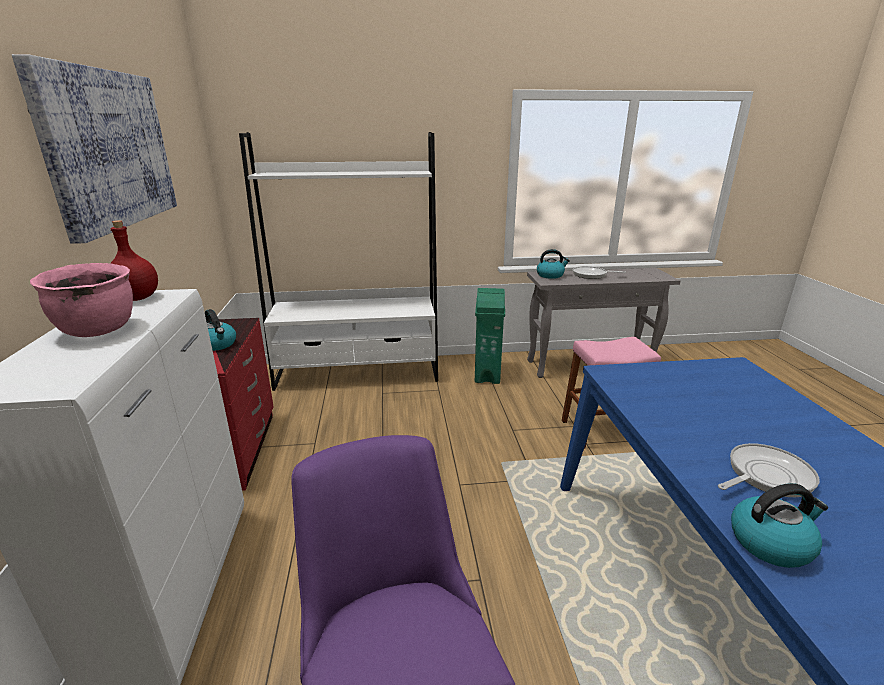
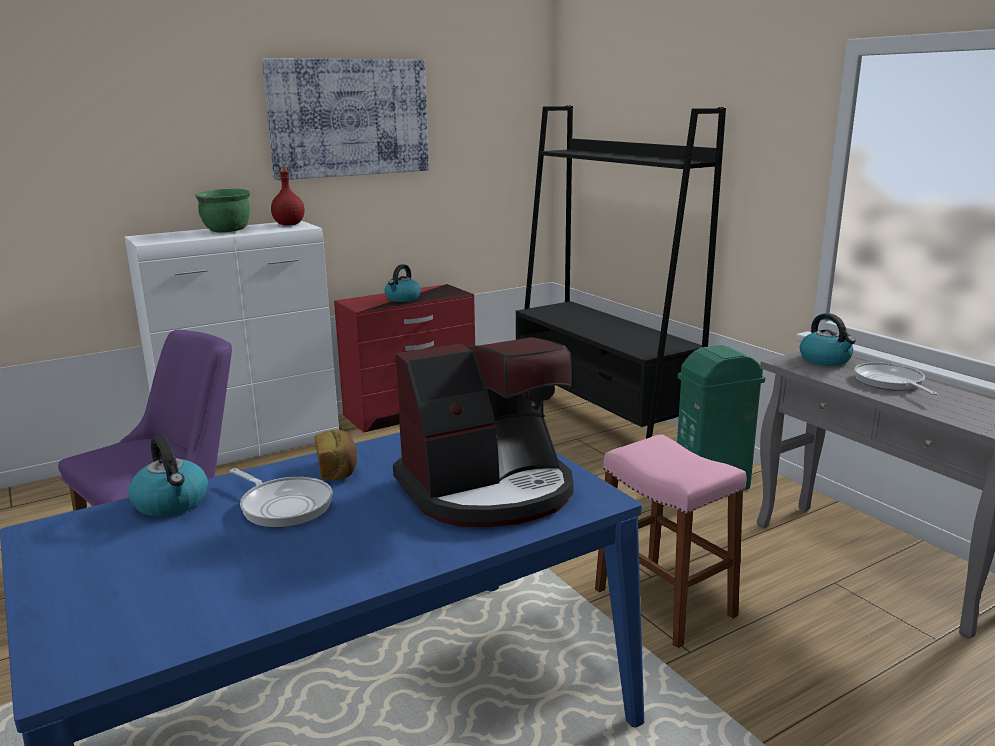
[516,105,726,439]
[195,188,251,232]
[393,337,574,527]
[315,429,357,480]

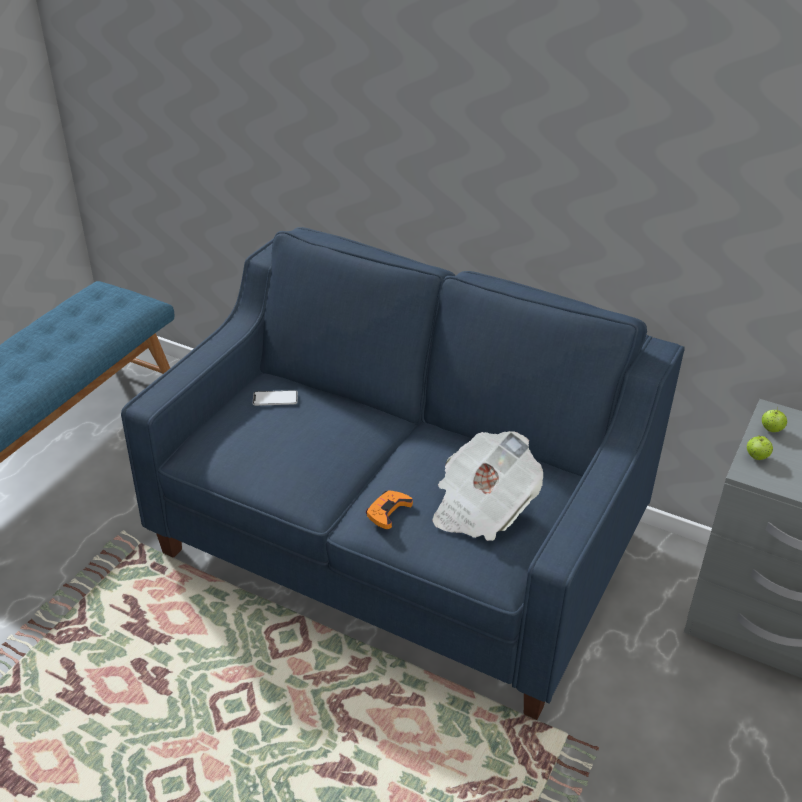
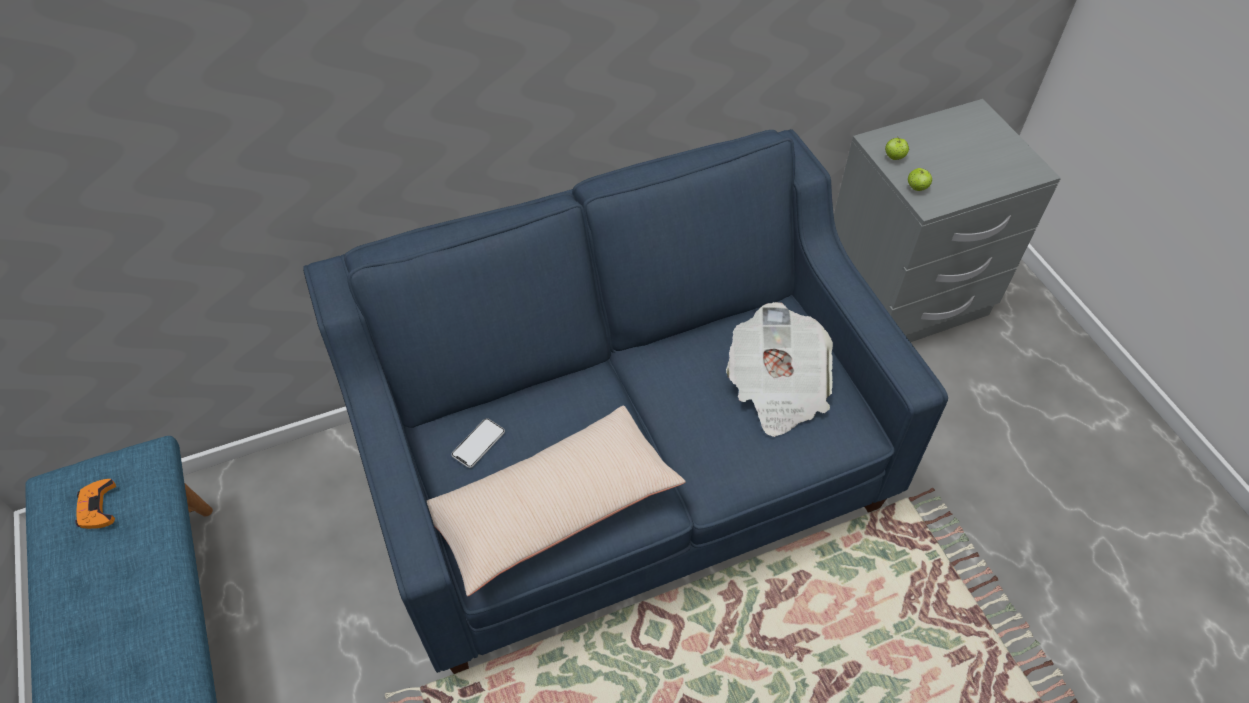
[76,479,116,529]
[427,406,685,596]

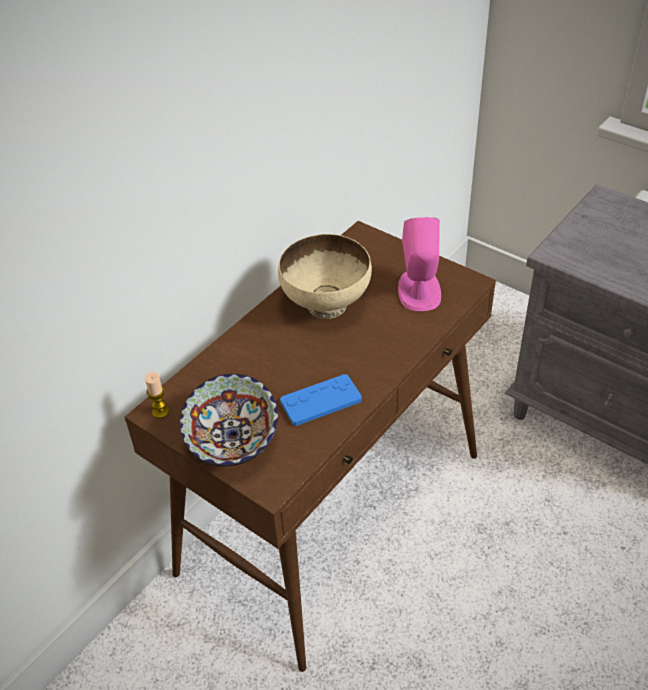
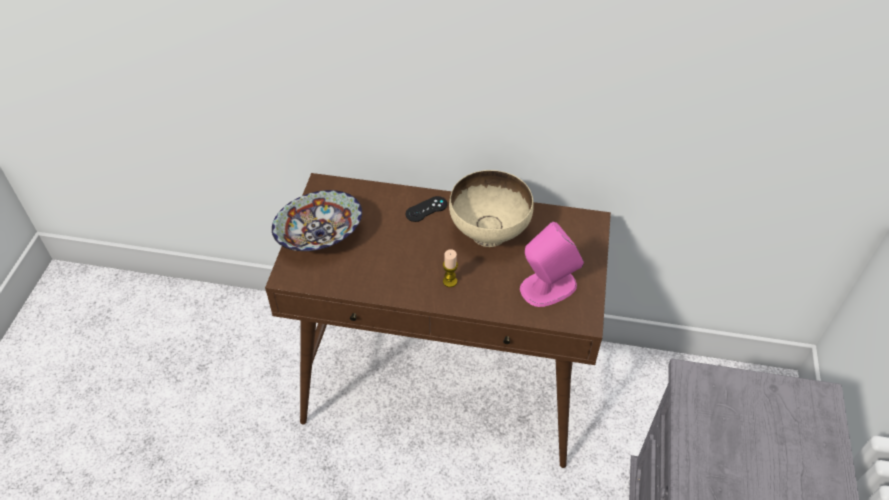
[443,249,458,287]
[280,374,362,426] (first image)
[406,196,447,222]

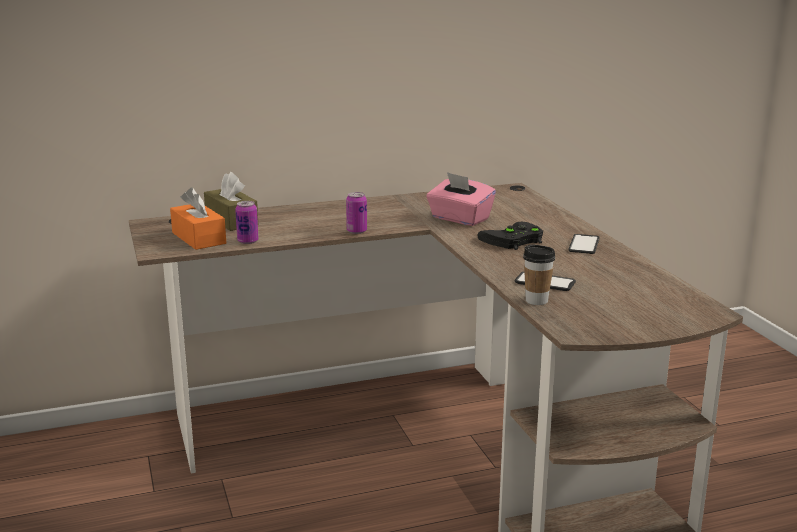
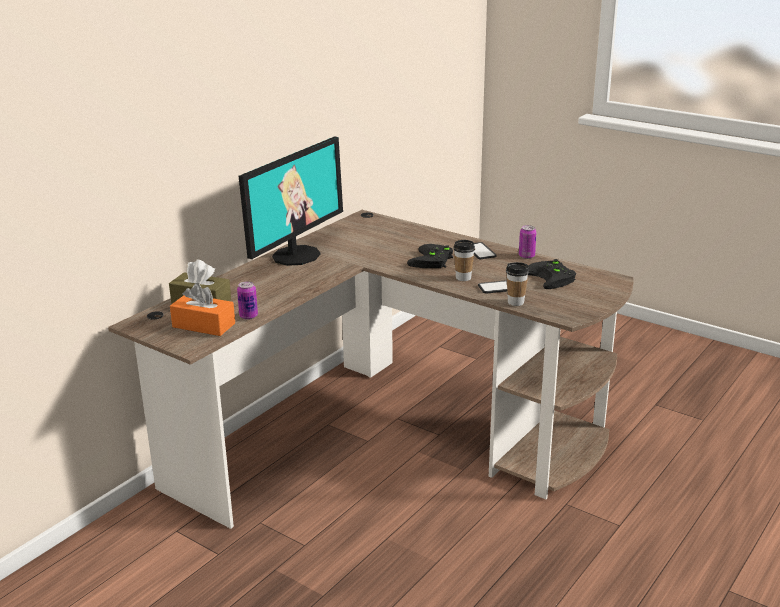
[426,172,496,226] (first image)
[519,225,537,259]
[239,137,343,266]
[453,240,475,281]
[528,259,576,289]

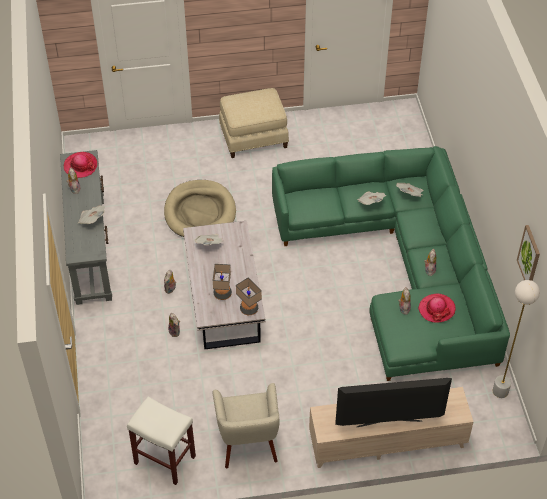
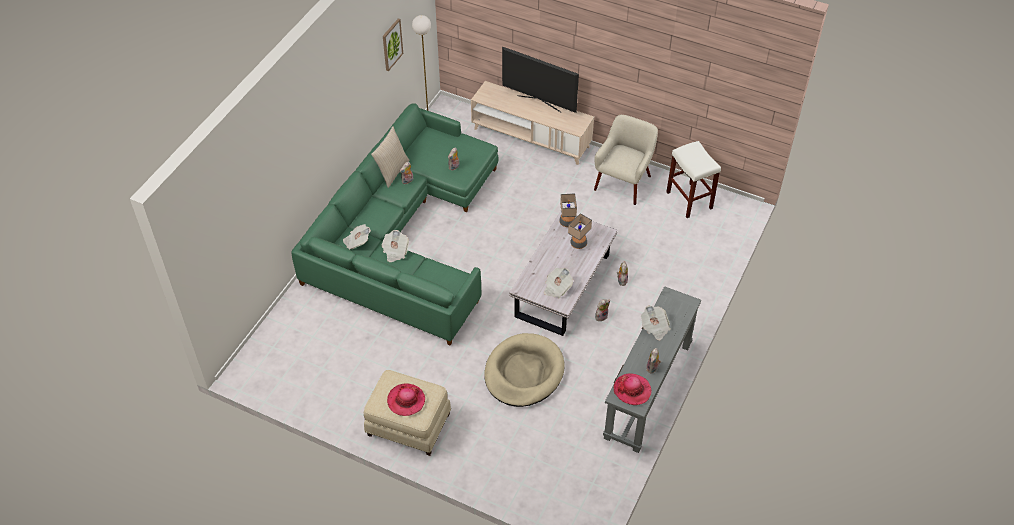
[387,383,425,416]
[371,127,409,188]

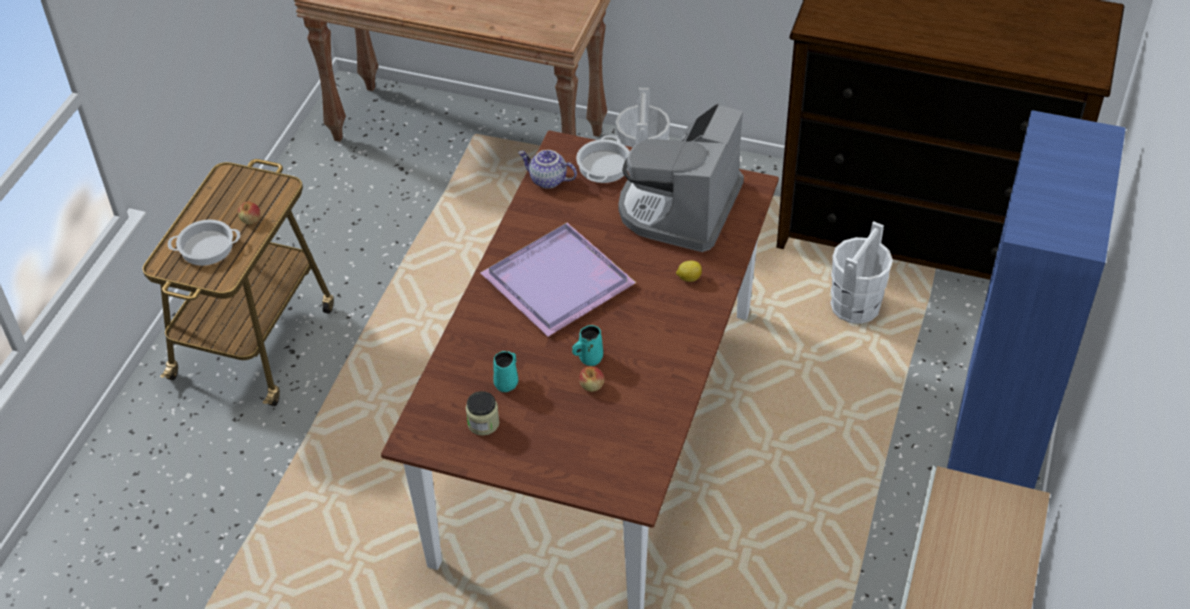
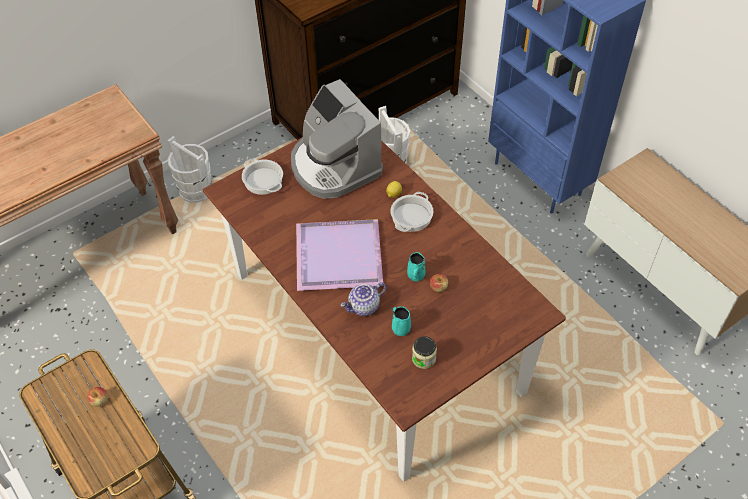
[340,282,386,316]
[390,192,433,232]

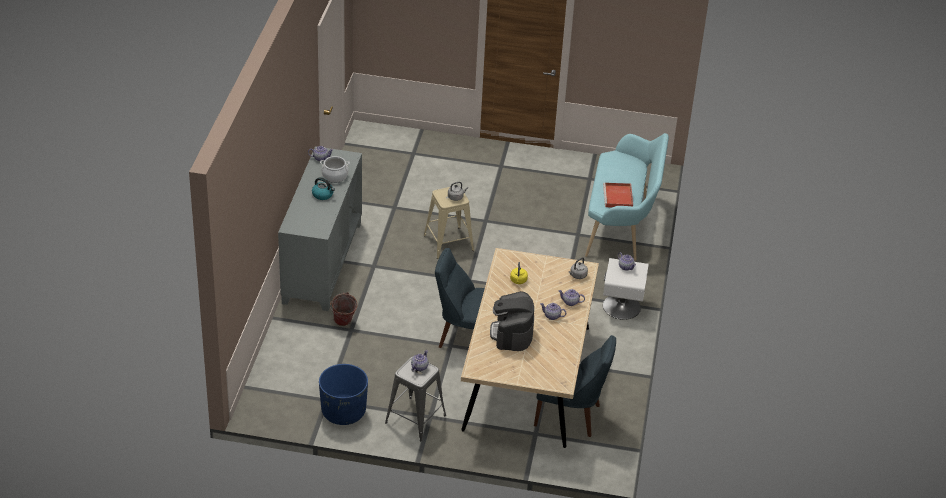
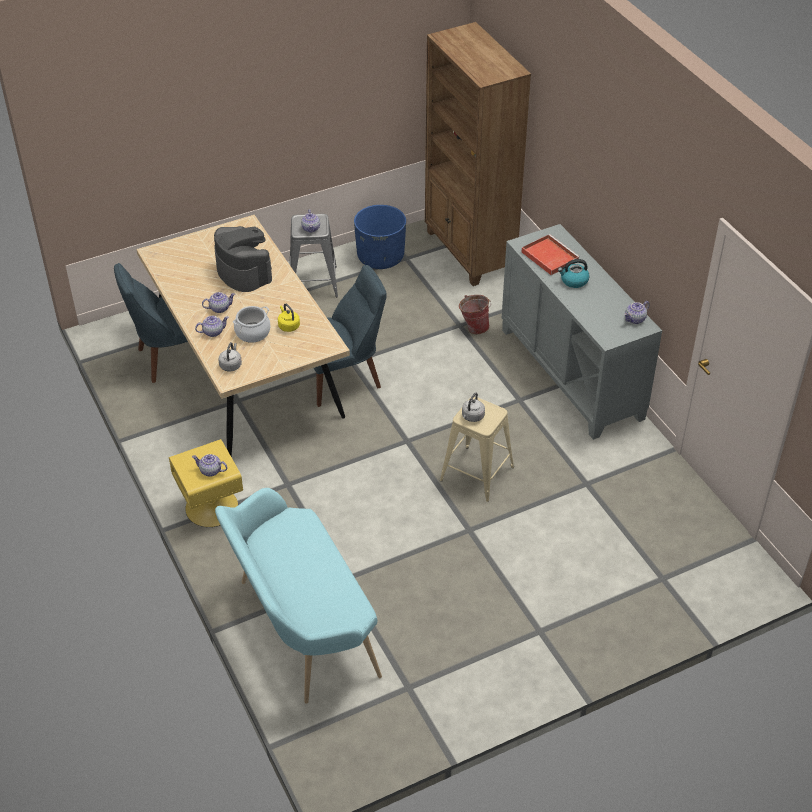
[233,306,270,343]
[521,234,580,275]
[169,439,243,527]
[425,22,531,286]

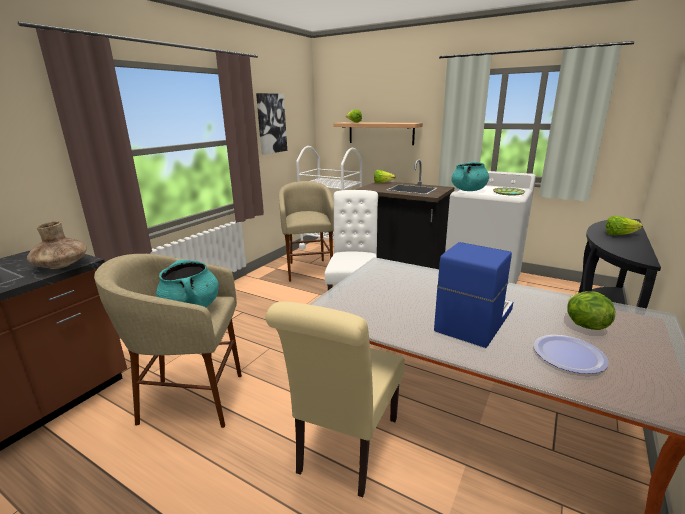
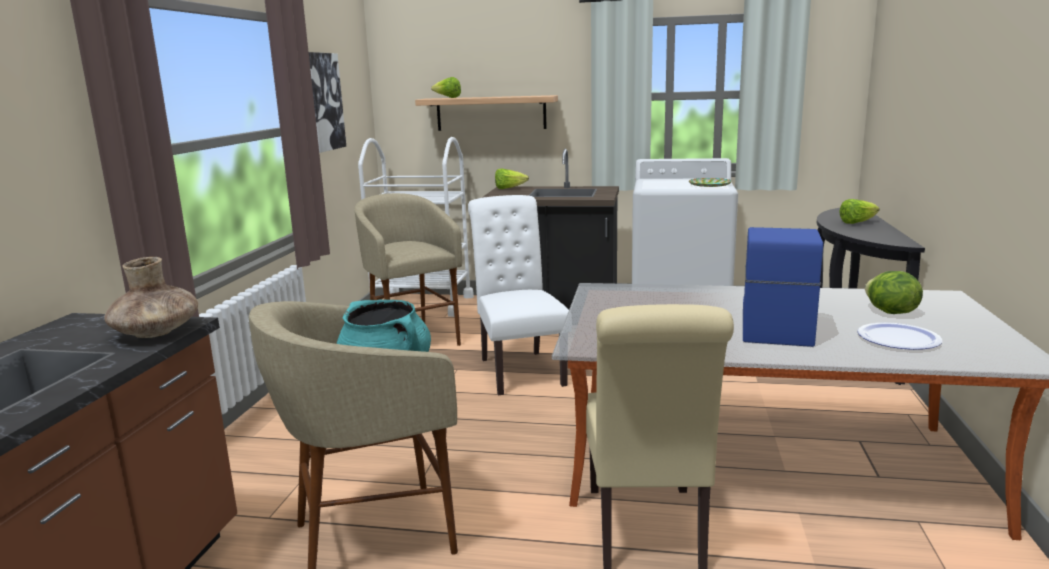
[451,161,489,191] (first image)

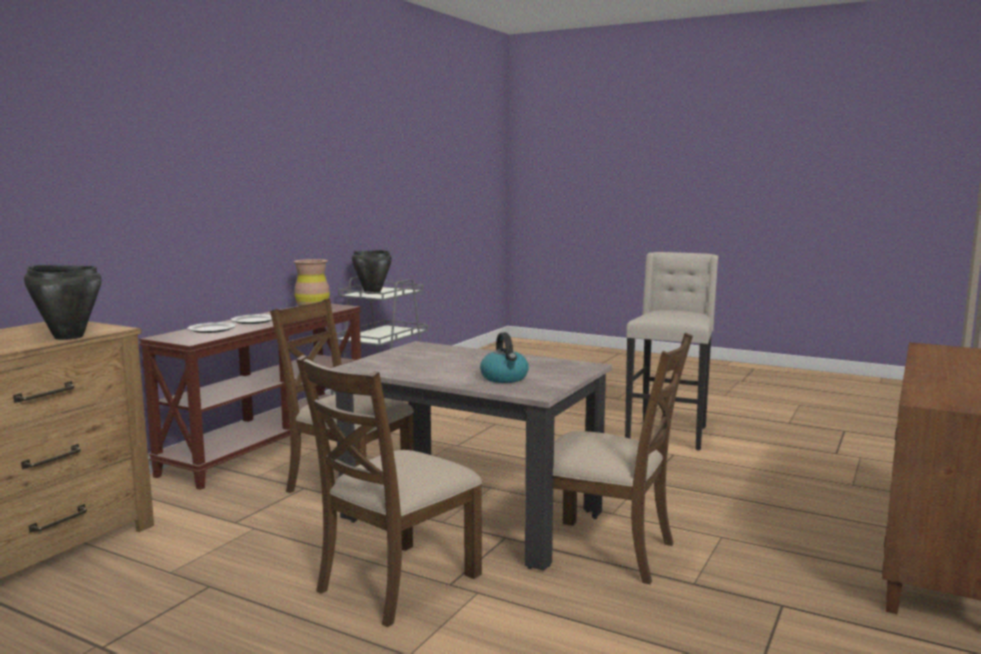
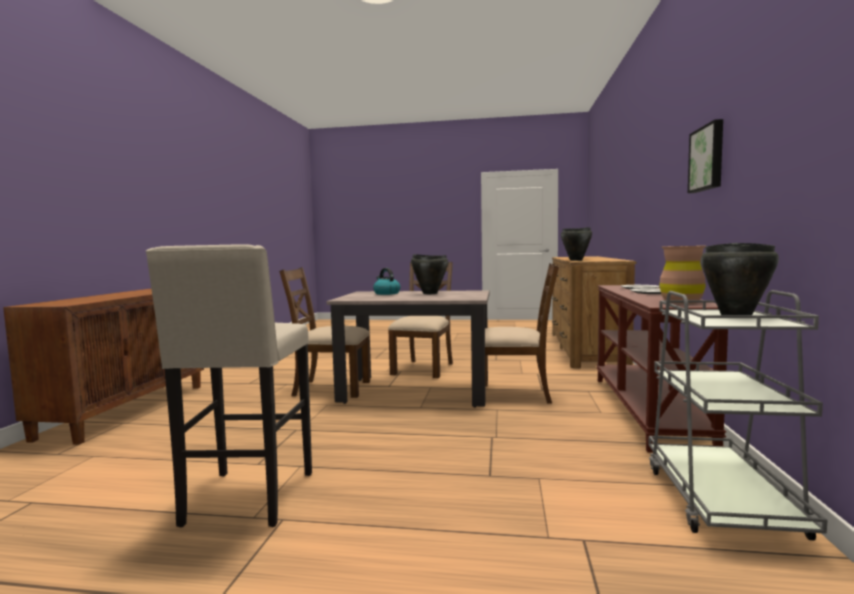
[688,119,723,193]
[411,254,448,294]

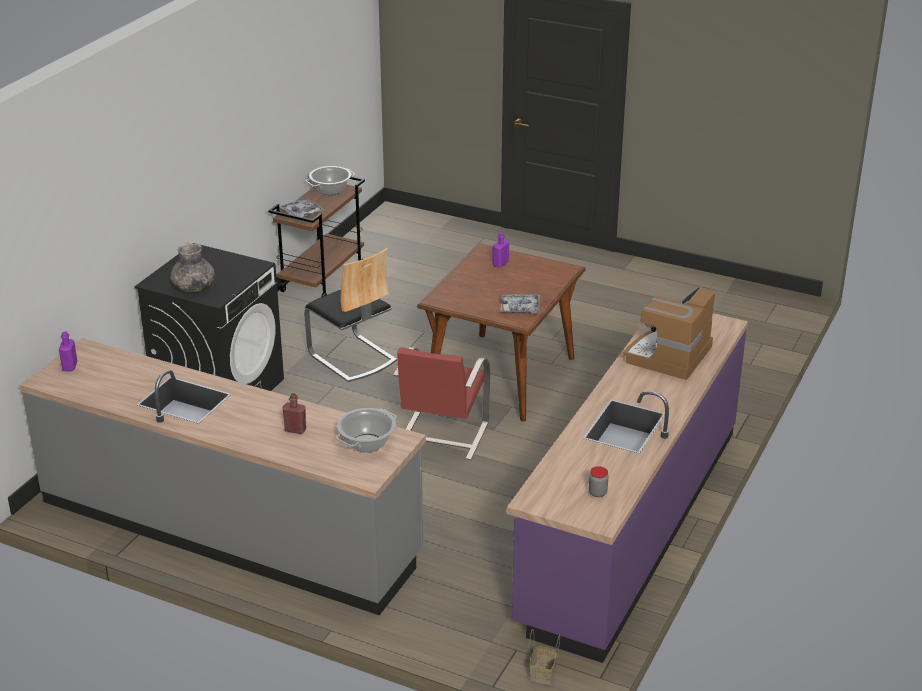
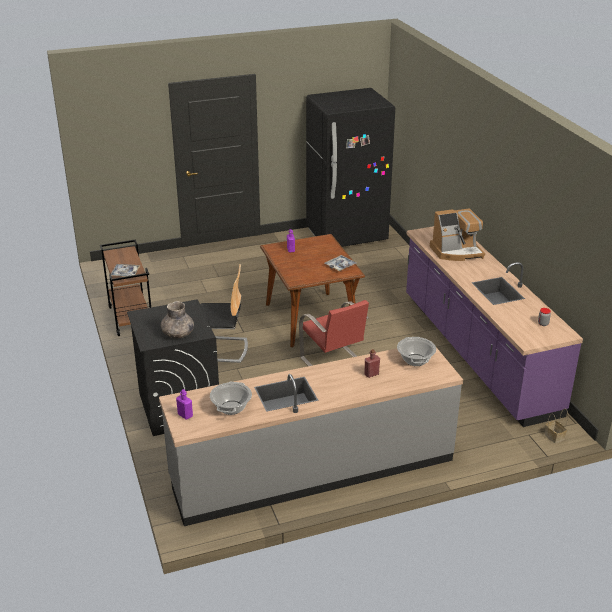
[210,382,252,415]
[430,208,485,261]
[306,88,395,247]

